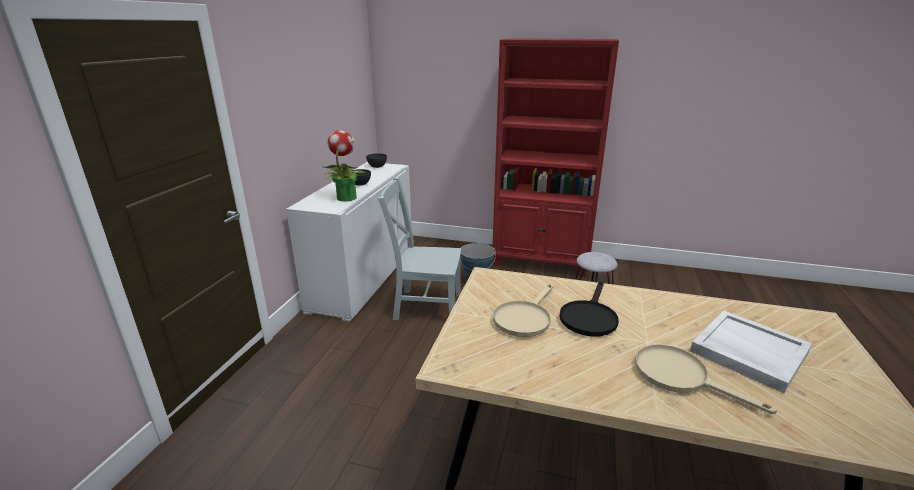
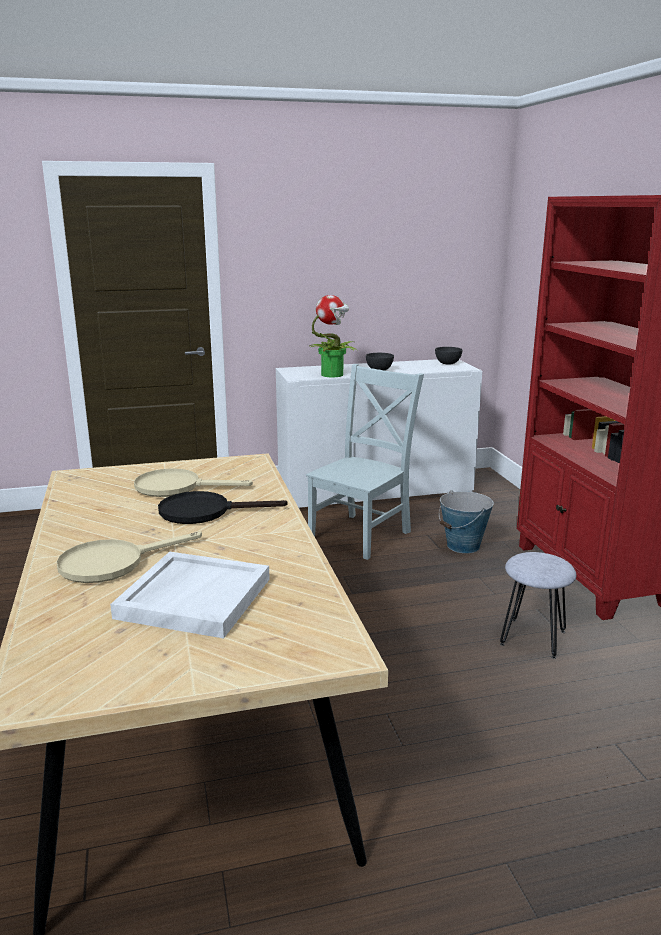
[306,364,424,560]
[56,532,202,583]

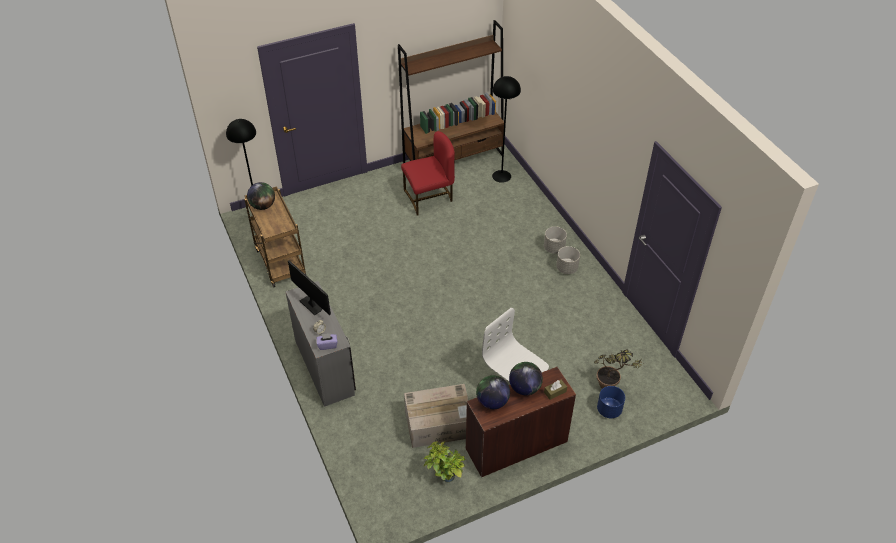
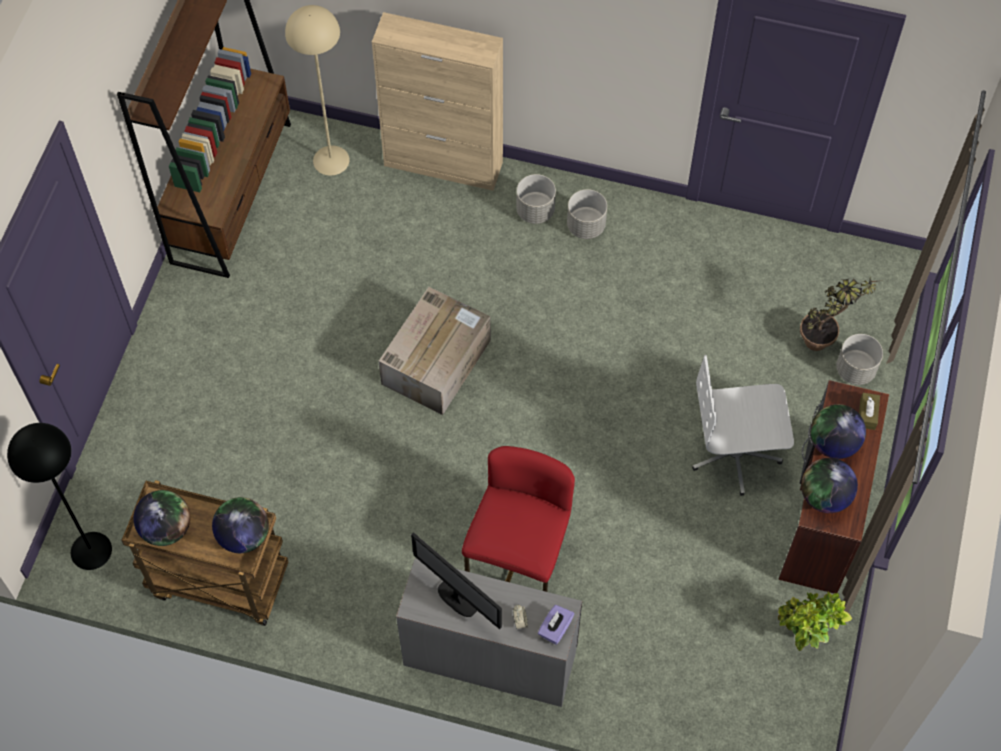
[285,5,350,176]
[462,446,575,592]
[411,532,502,629]
[378,287,491,415]
[836,334,883,385]
[372,12,503,191]
[212,497,269,553]

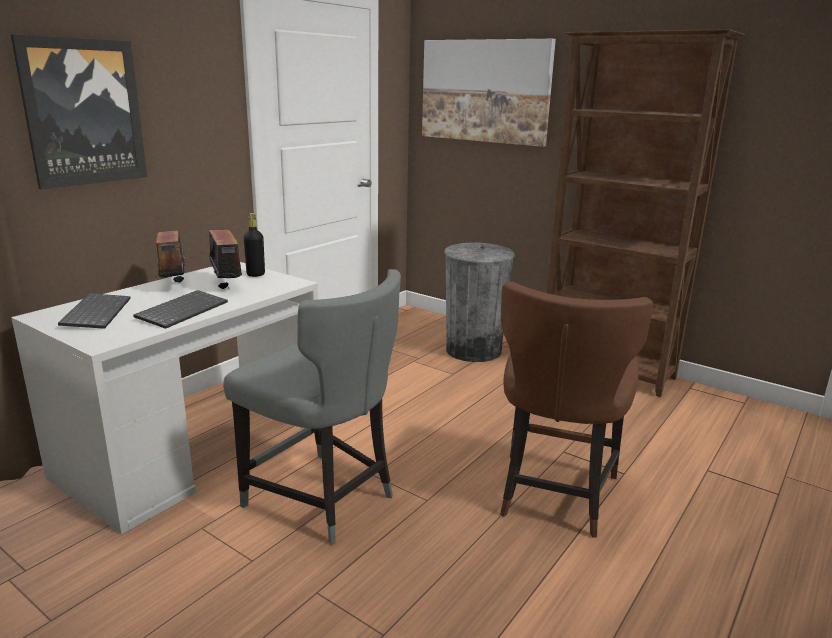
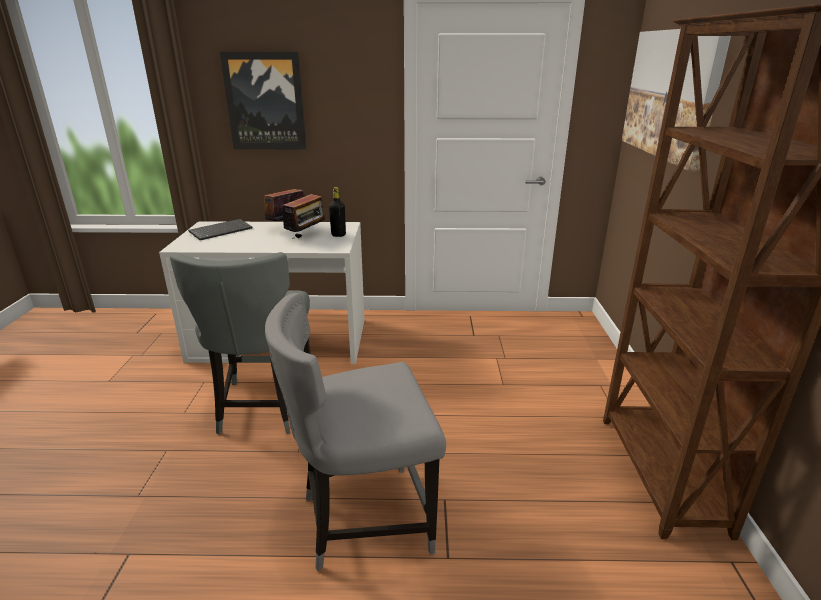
[444,243,515,362] (first image)
[265,293,446,571]
[133,290,228,329] (first image)

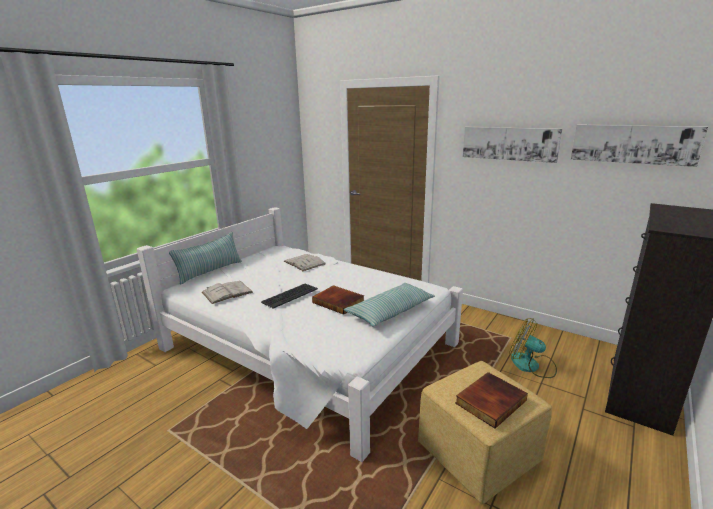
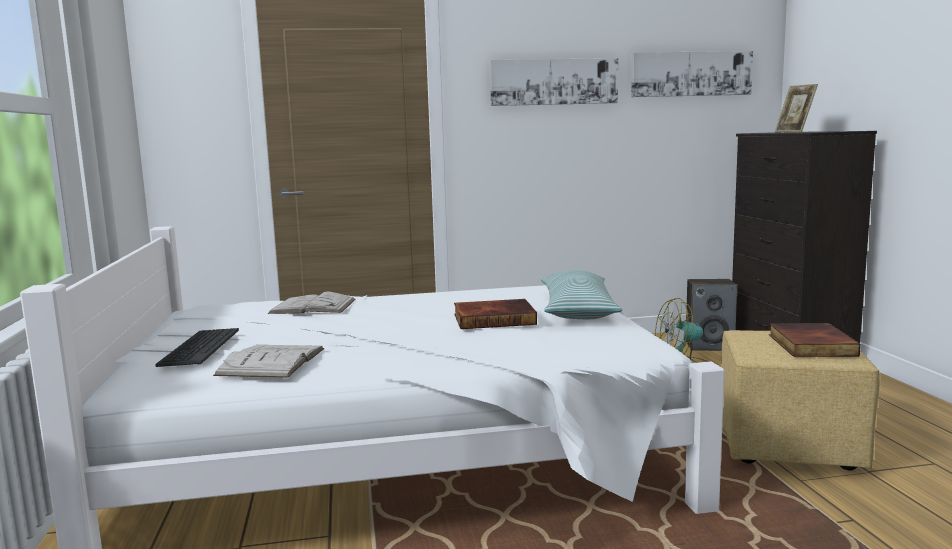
[169,232,242,285] (first image)
[155,328,239,367]
[775,84,818,132]
[686,279,737,351]

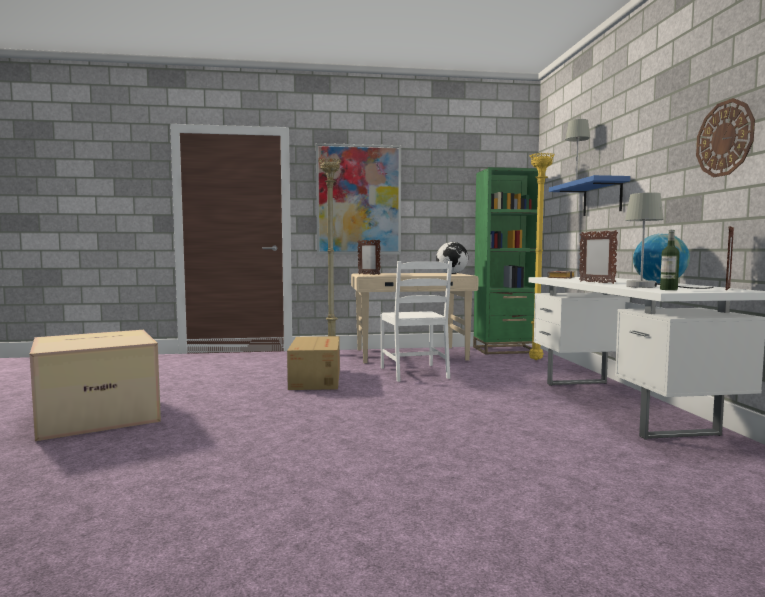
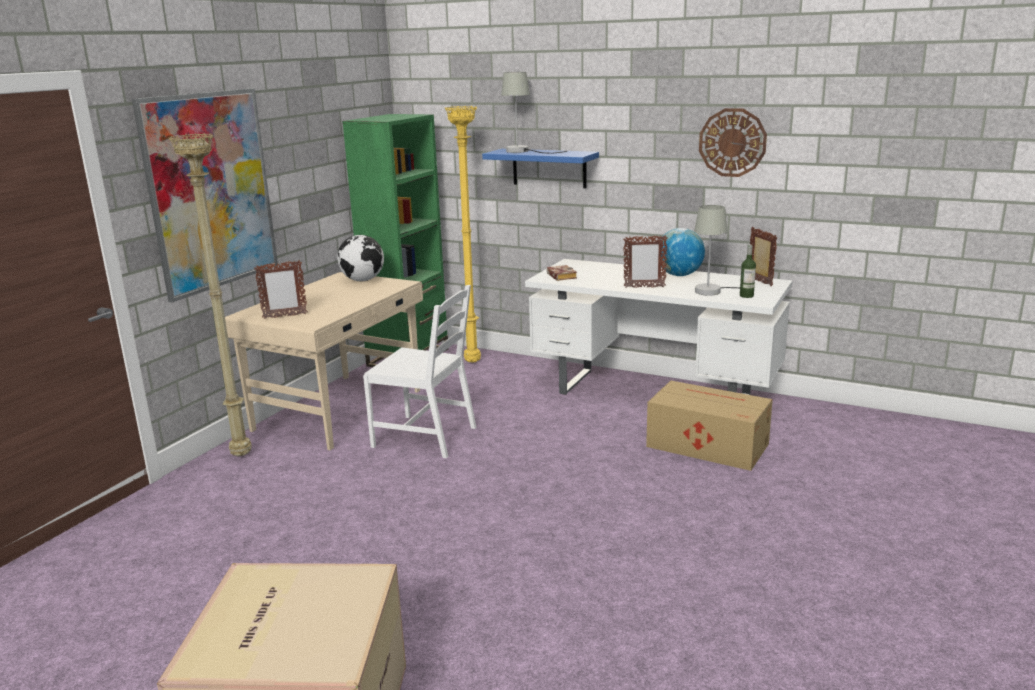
[646,380,773,471]

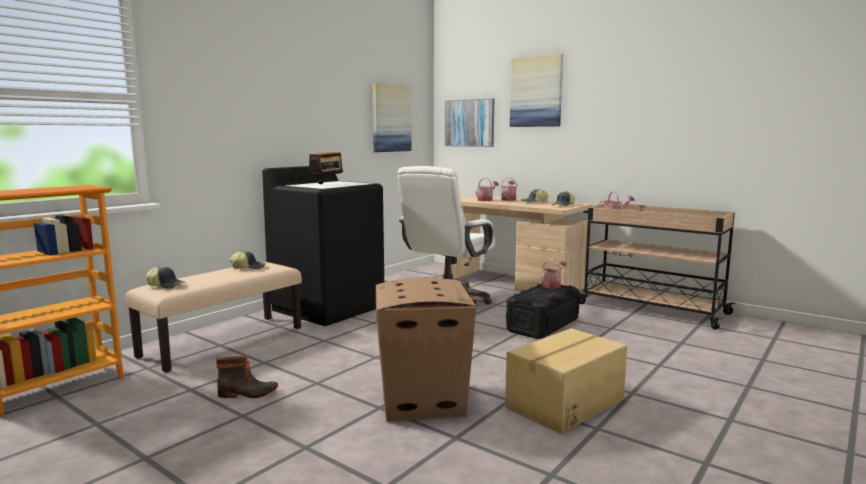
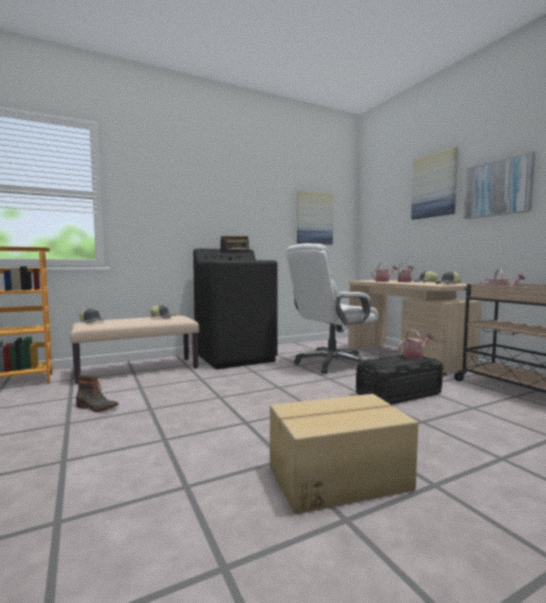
[463,151,535,219]
[376,278,477,422] (first image)

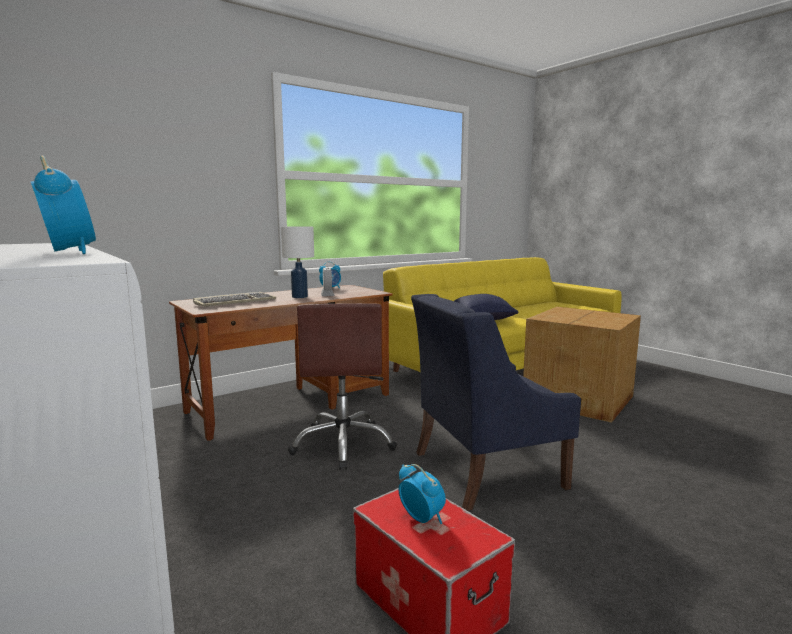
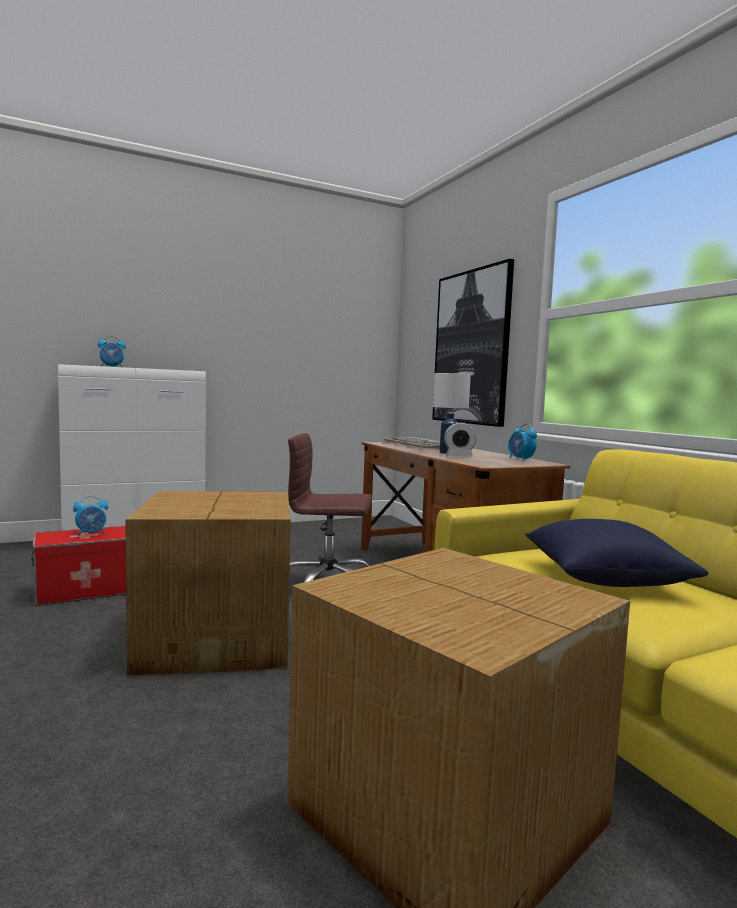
[125,491,291,676]
[432,259,514,427]

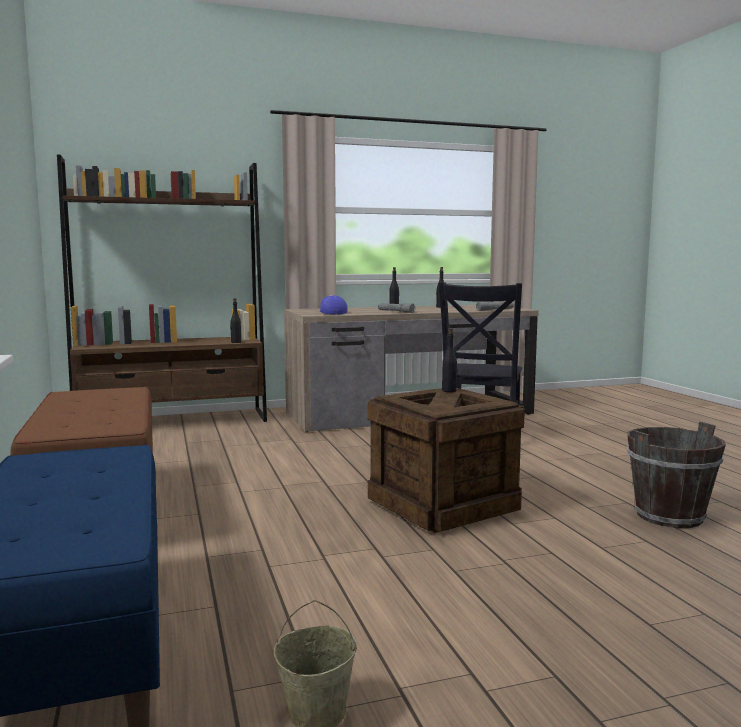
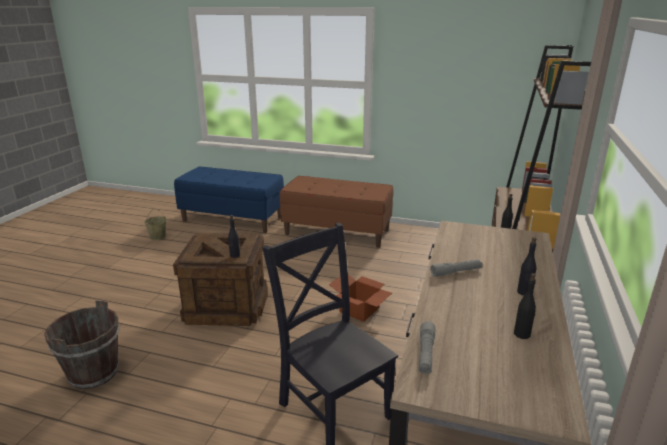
[320,295,348,315] (first image)
[329,275,392,322]

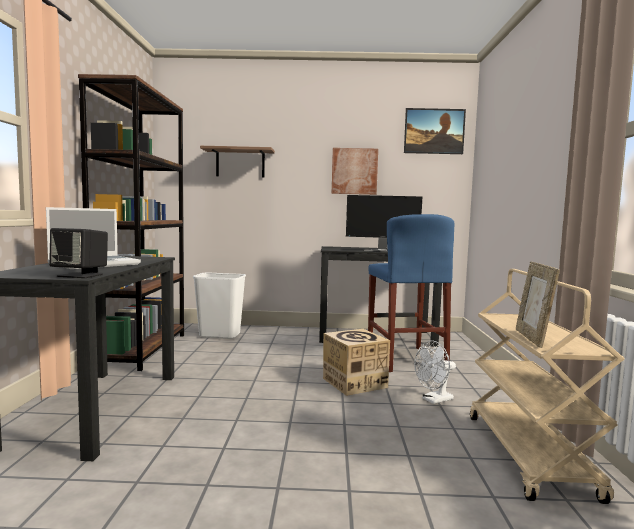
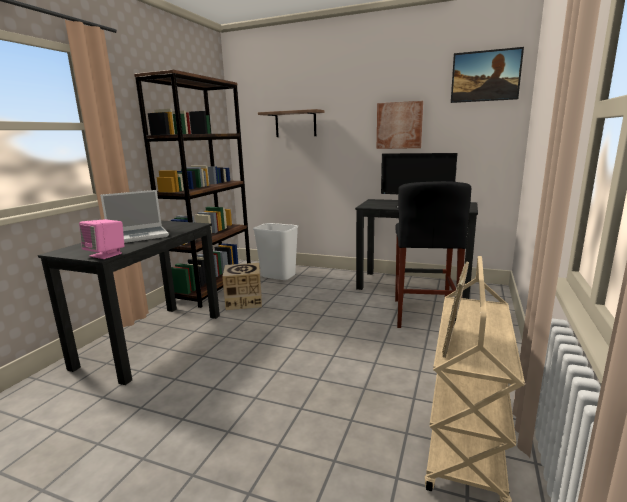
[395,181,471,328]
[79,219,125,259]
[222,263,262,310]
[414,340,456,404] (first image)

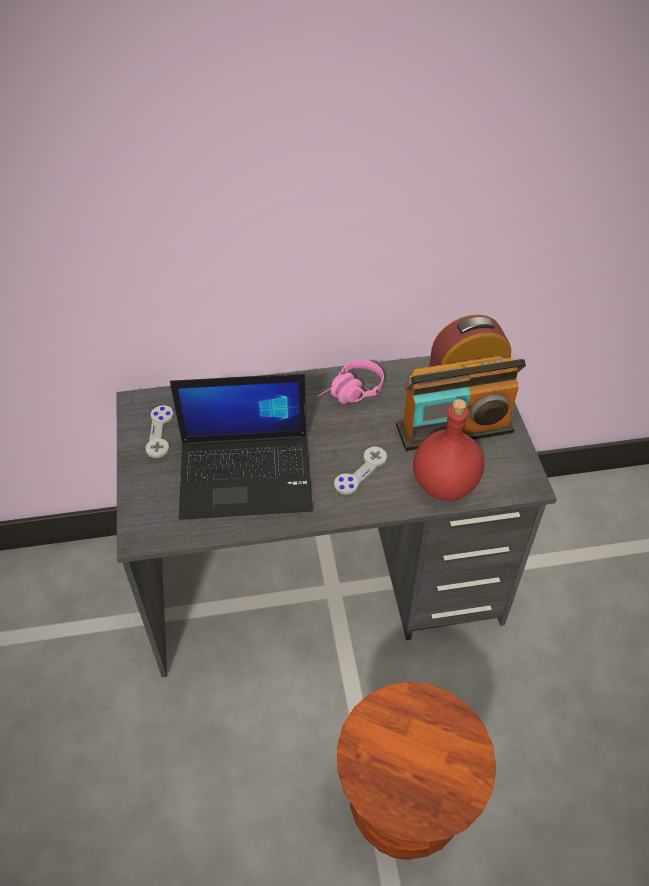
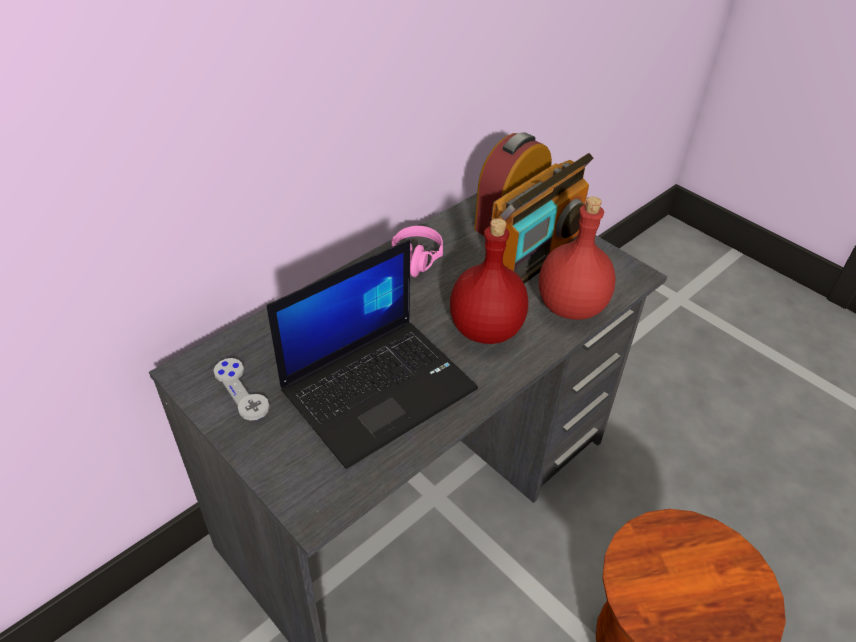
[450,218,528,344]

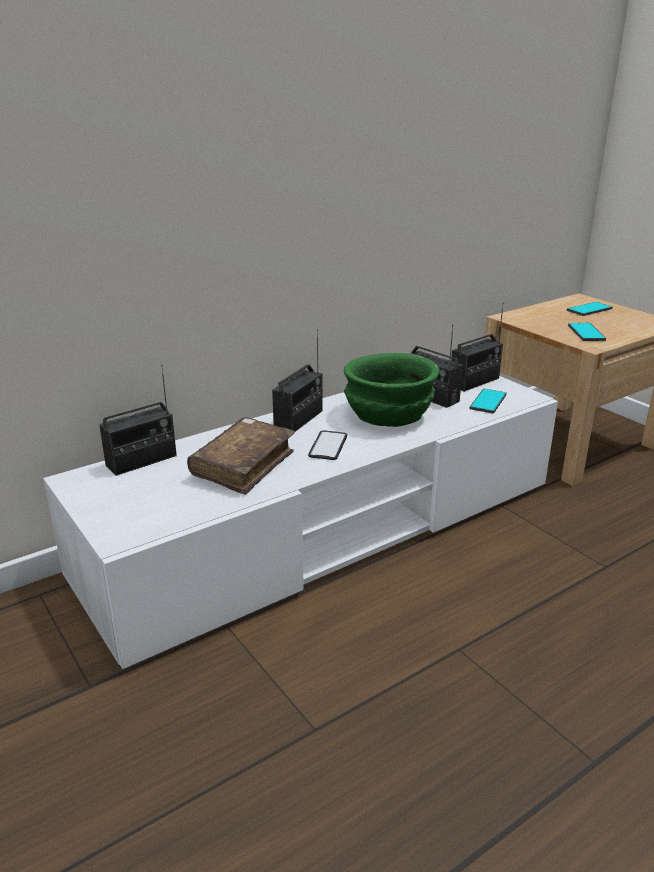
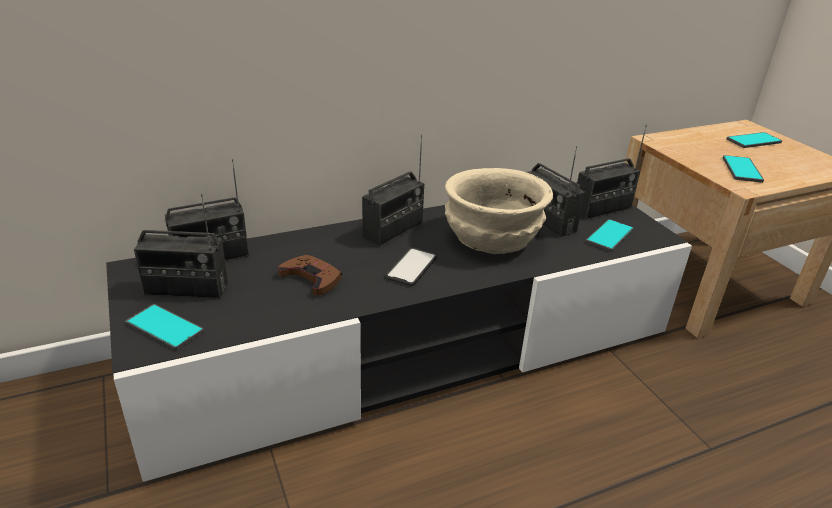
[445,168,553,254]
[106,182,692,482]
[278,255,342,296]
[134,194,228,299]
[125,304,204,350]

